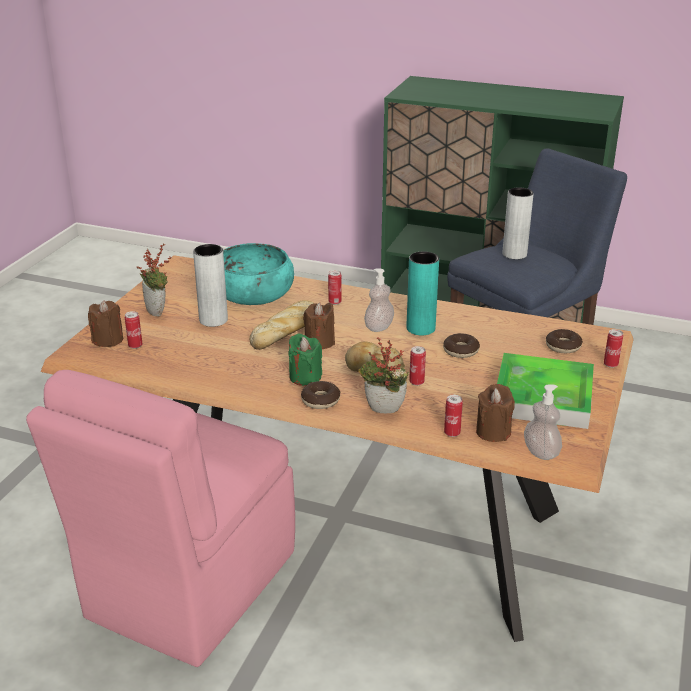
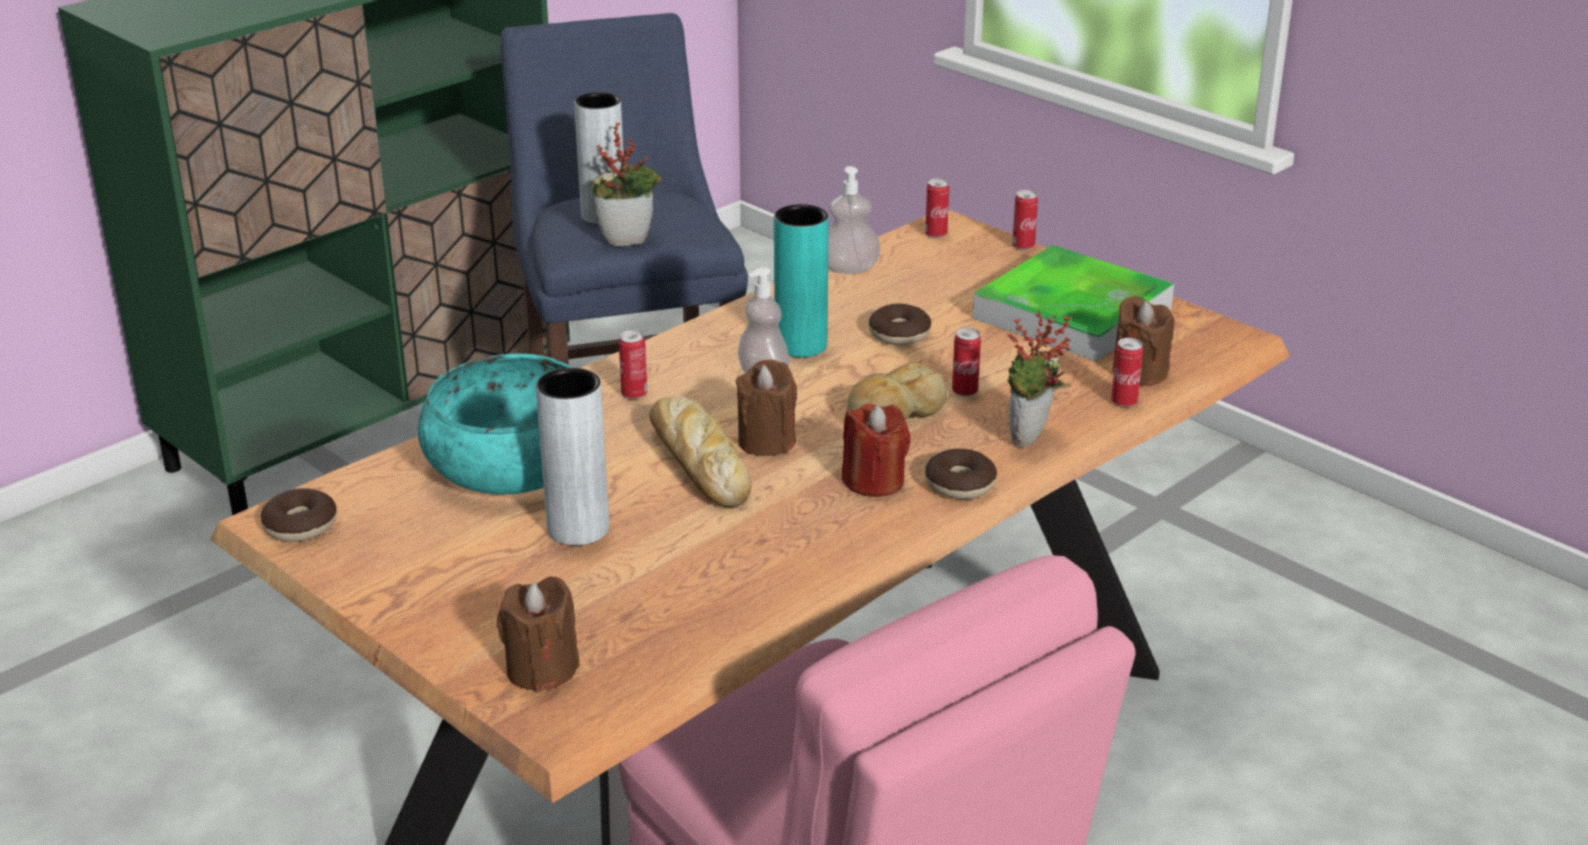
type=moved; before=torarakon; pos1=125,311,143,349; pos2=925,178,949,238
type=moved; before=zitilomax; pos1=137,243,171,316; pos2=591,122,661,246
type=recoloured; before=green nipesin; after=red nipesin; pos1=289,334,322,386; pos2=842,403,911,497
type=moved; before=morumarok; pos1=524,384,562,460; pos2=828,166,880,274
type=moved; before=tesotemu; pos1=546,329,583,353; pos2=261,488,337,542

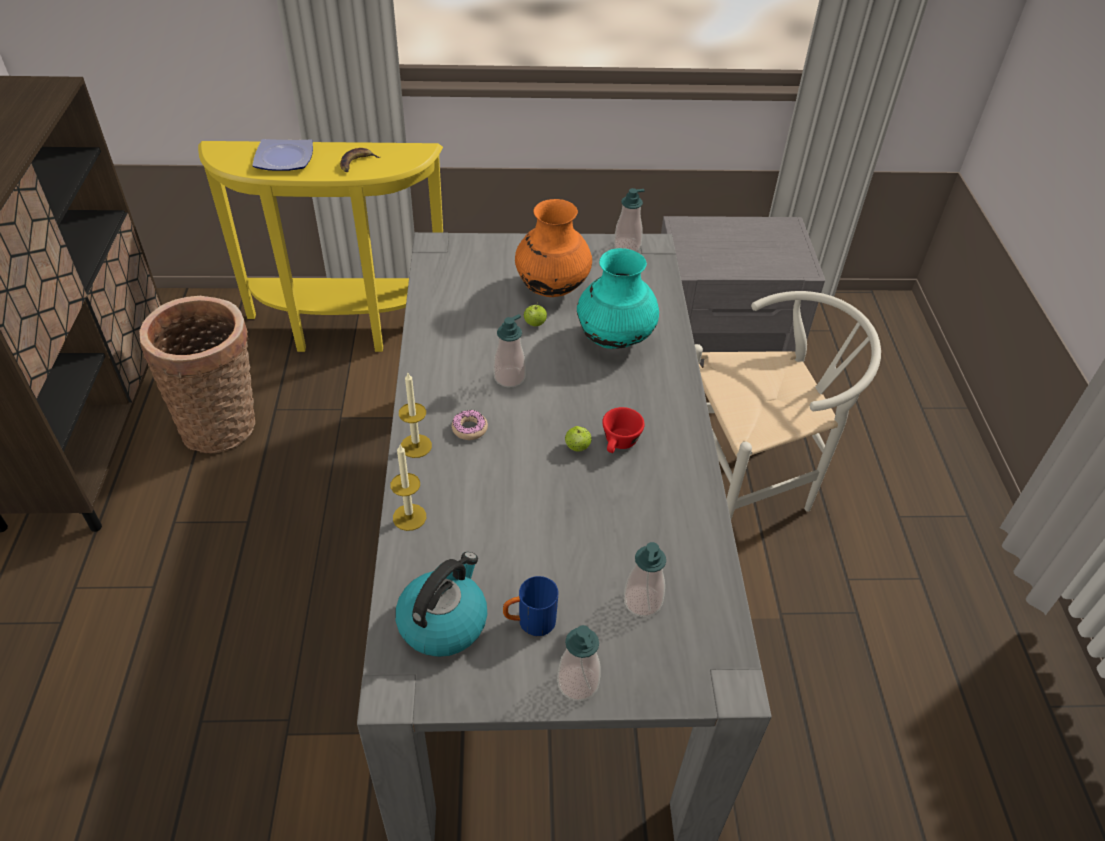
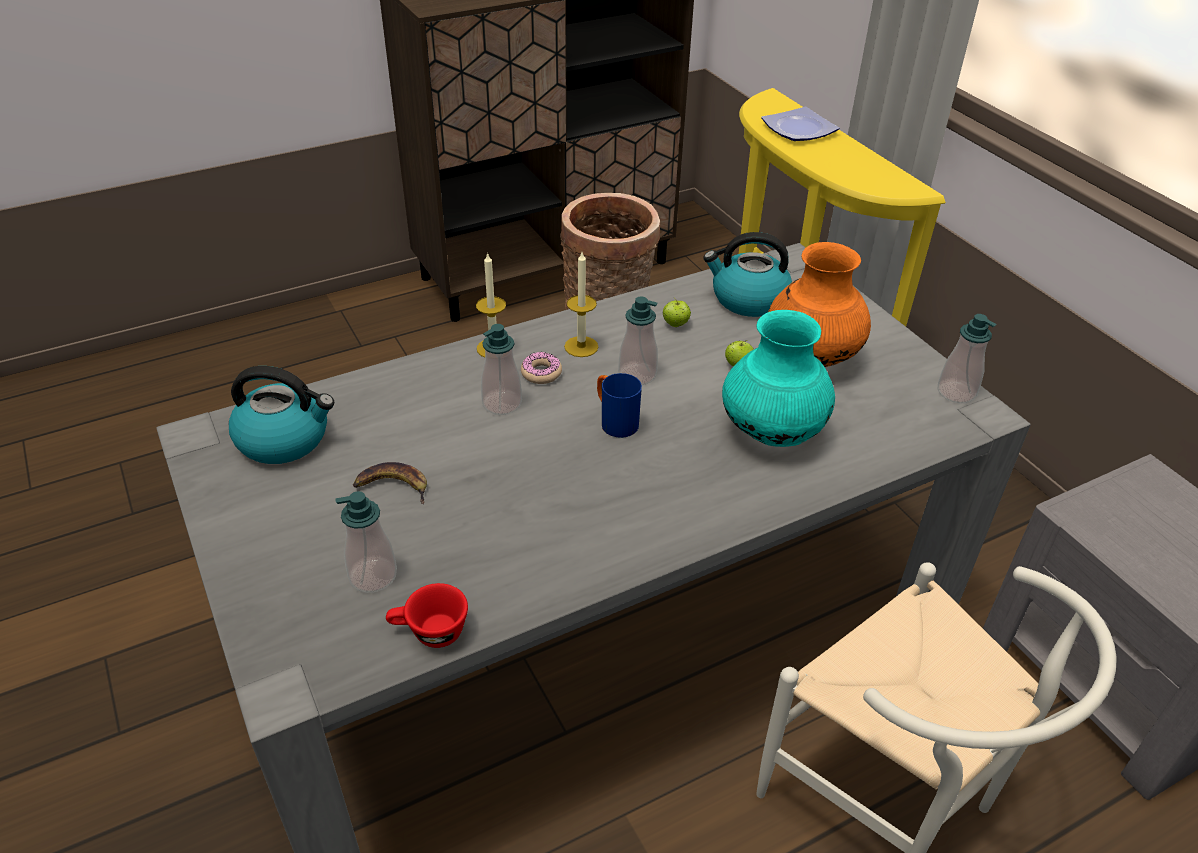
type=moved; before=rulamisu; pos1=340,148,380,172; pos2=353,462,427,504
type=moved; before=nipesin; pos1=391,445,426,531; pos2=564,252,598,357
type=moved; before=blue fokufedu; pos1=503,576,558,636; pos2=597,373,642,438
type=moved; before=morumarok; pos1=557,625,601,701; pos2=481,324,522,415
type=moved; before=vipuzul; pos1=565,426,591,452; pos2=663,297,691,327
type=moved; before=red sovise; pos1=602,407,645,453; pos2=386,583,468,648
type=added; after=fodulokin; pos2=703,232,792,317

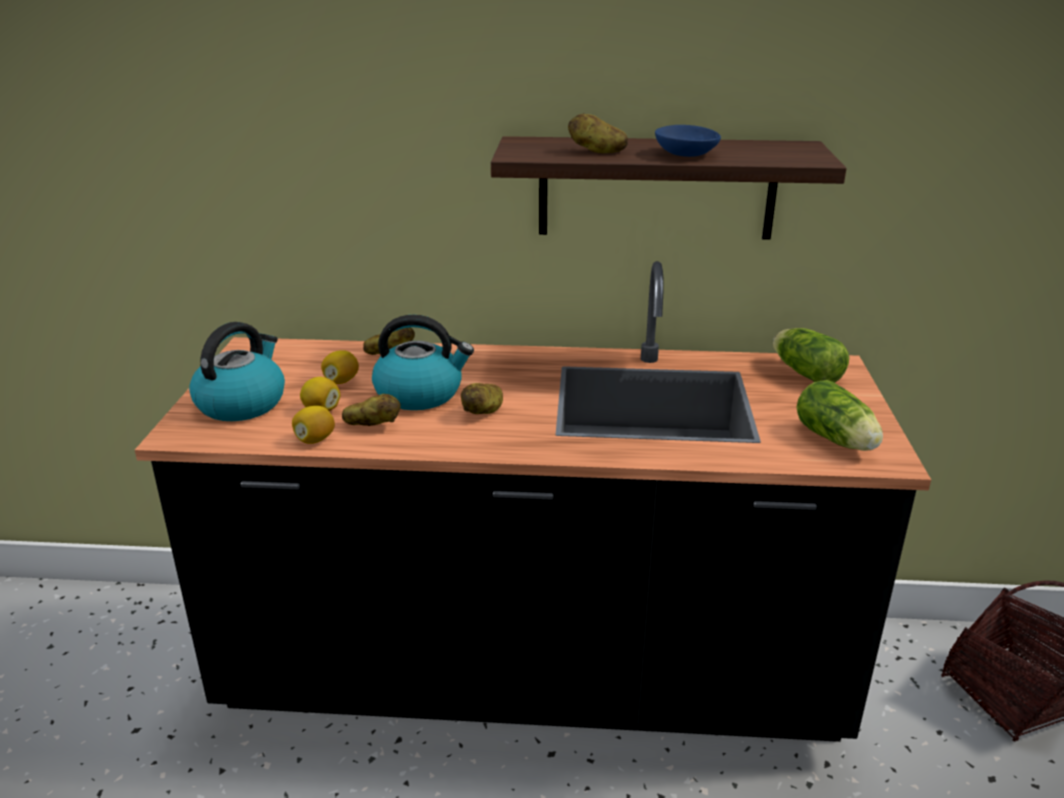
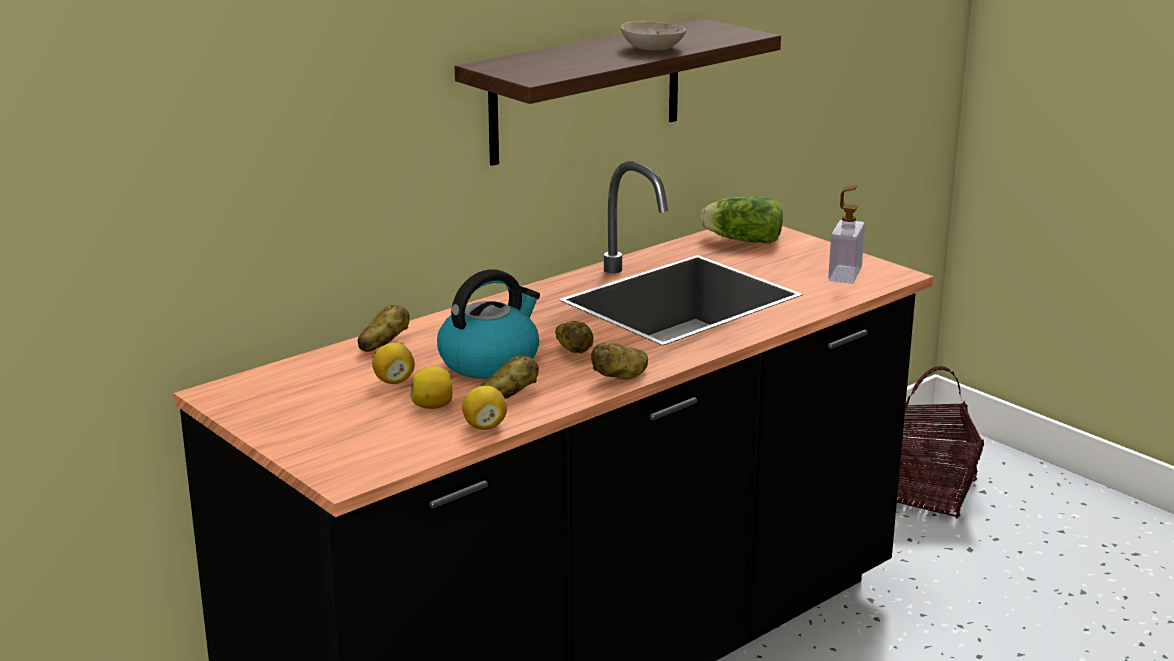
type=removed; before=fodulokin; pos1=189,322,285,421
type=moved; before=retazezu; pos1=568,114,628,153; pos2=591,342,648,380
type=recoloured; before=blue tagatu; after=beige tagatu; pos1=655,125,721,157; pos2=621,21,686,51
type=replaced; before=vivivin; after=morumarok; pos1=797,380,883,451; pos2=828,185,865,284

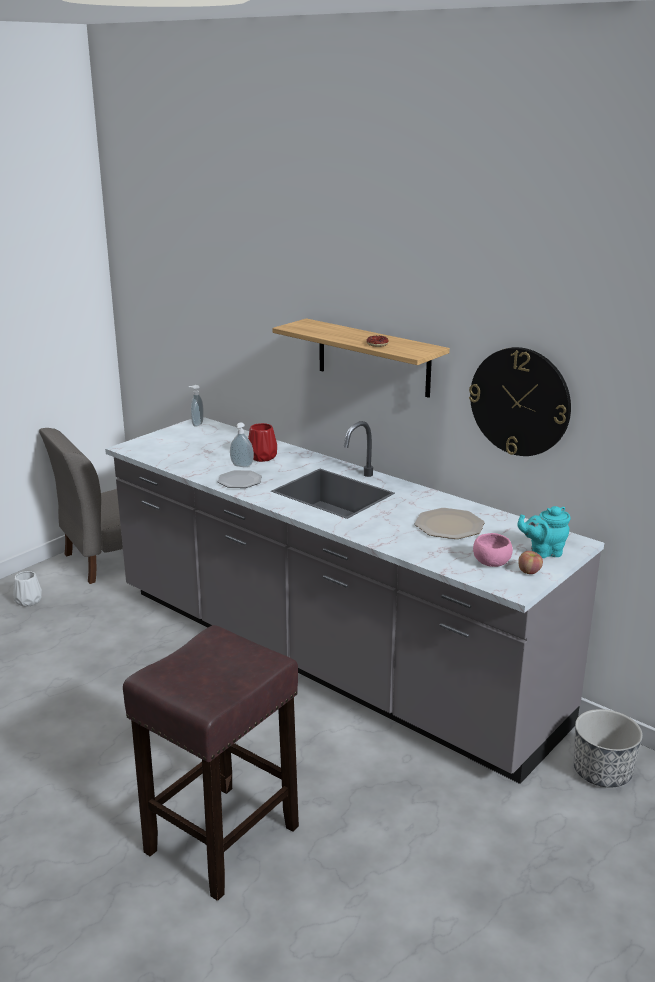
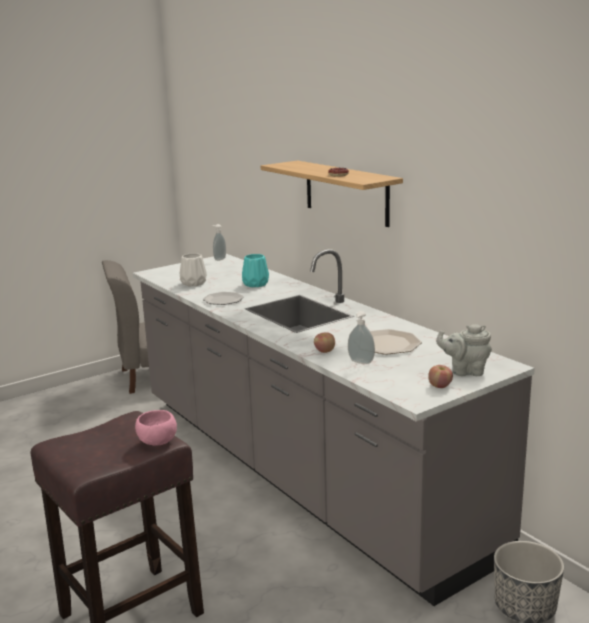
type=moved; before=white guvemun; pos1=13,571,42,607; pos2=180,253,207,286
type=moved; before=morumarok; pos1=230,422,254,467; pos2=348,311,375,364
type=recoloured; before=red guvemun; after=turquoise guvemun; pos1=248,423,277,462; pos2=242,254,269,287
type=removed; before=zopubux; pos1=469,347,571,456
type=moved; before=pink tagatu; pos1=473,533,513,567; pos2=135,410,177,446
type=recoloured; before=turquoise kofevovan; after=grey kofevovan; pos1=517,506,571,558; pos2=436,324,492,376
type=added; after=vipuzul; pos2=314,332,335,353

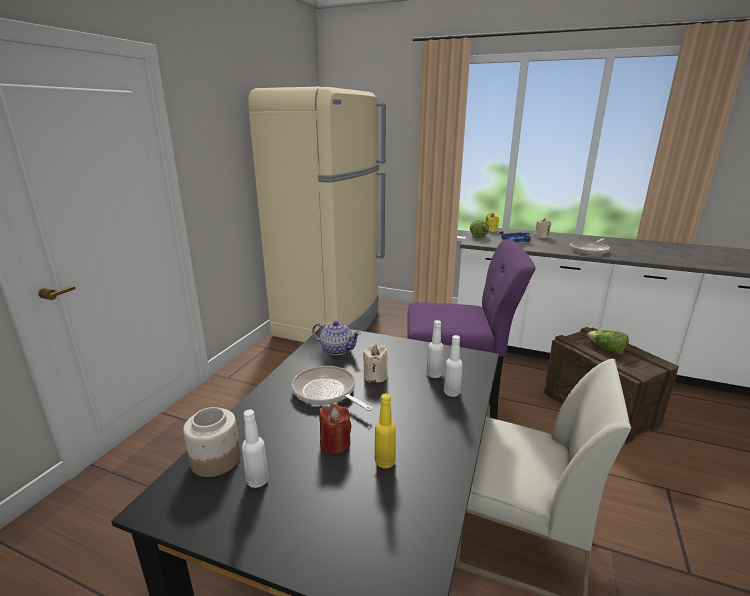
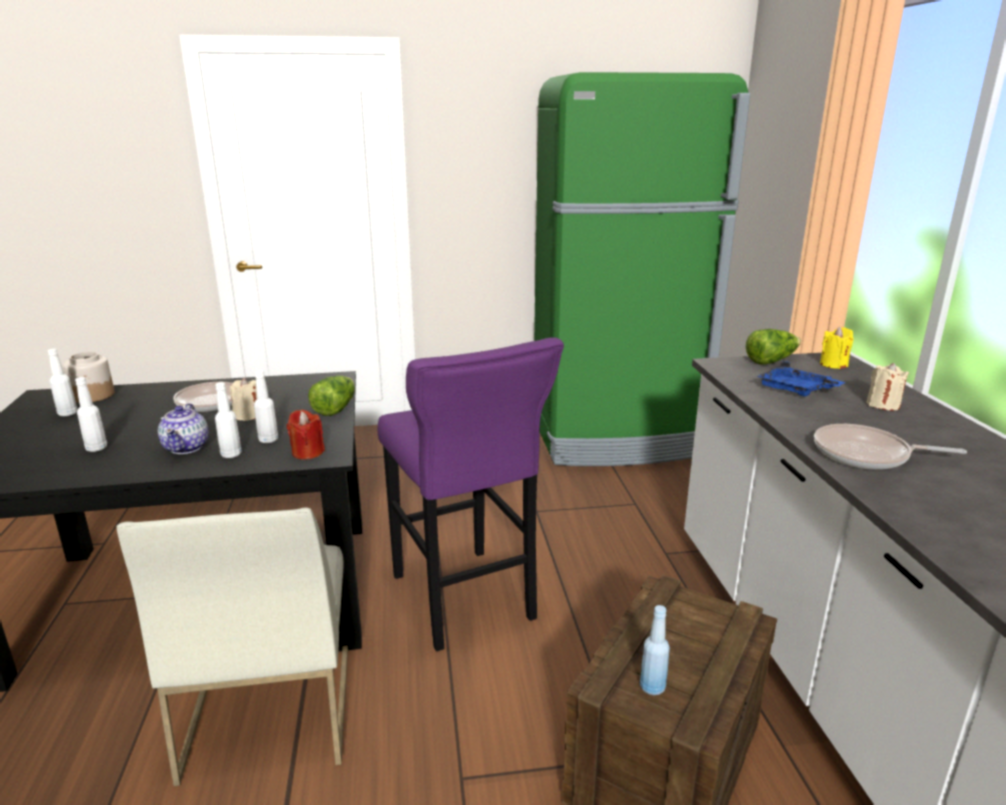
type=recoloured; before=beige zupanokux; after=green zupanokux; pos1=248,87,386,342; pos2=534,72,751,466
type=moved; before=kofevovan; pos1=312,321,361,355; pos2=158,403,209,454
type=moved; before=red nipesin; pos1=319,404,351,454; pos2=287,410,325,460
type=recoloured; before=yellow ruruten; after=white ruruten; pos1=375,393,396,468; pos2=75,377,107,452
type=moved; before=vivivin; pos1=587,330,629,354; pos2=308,376,355,416
type=added; after=blue ruruten; pos2=640,605,670,695

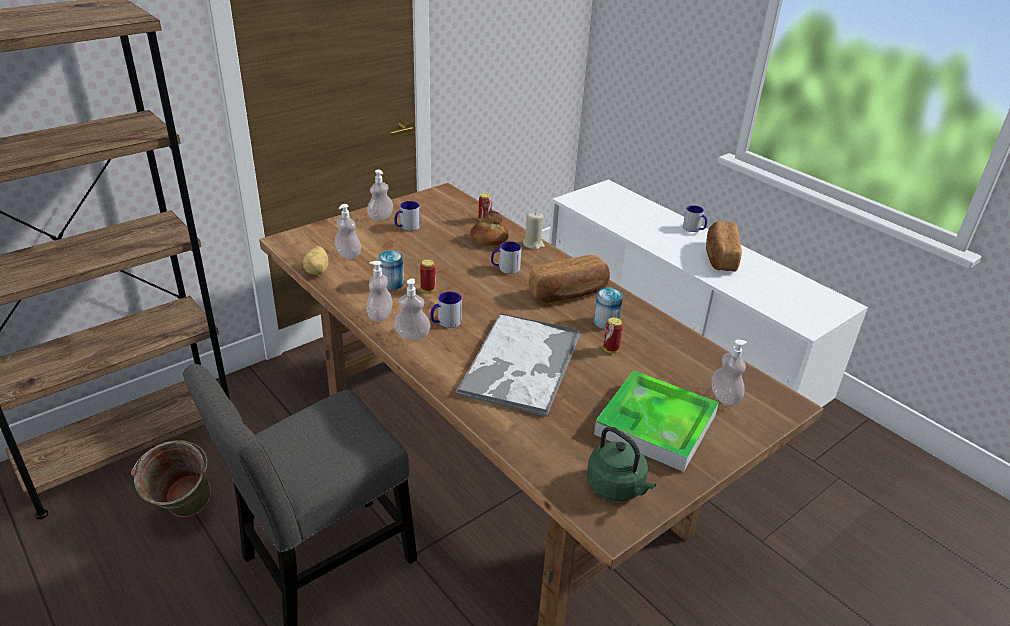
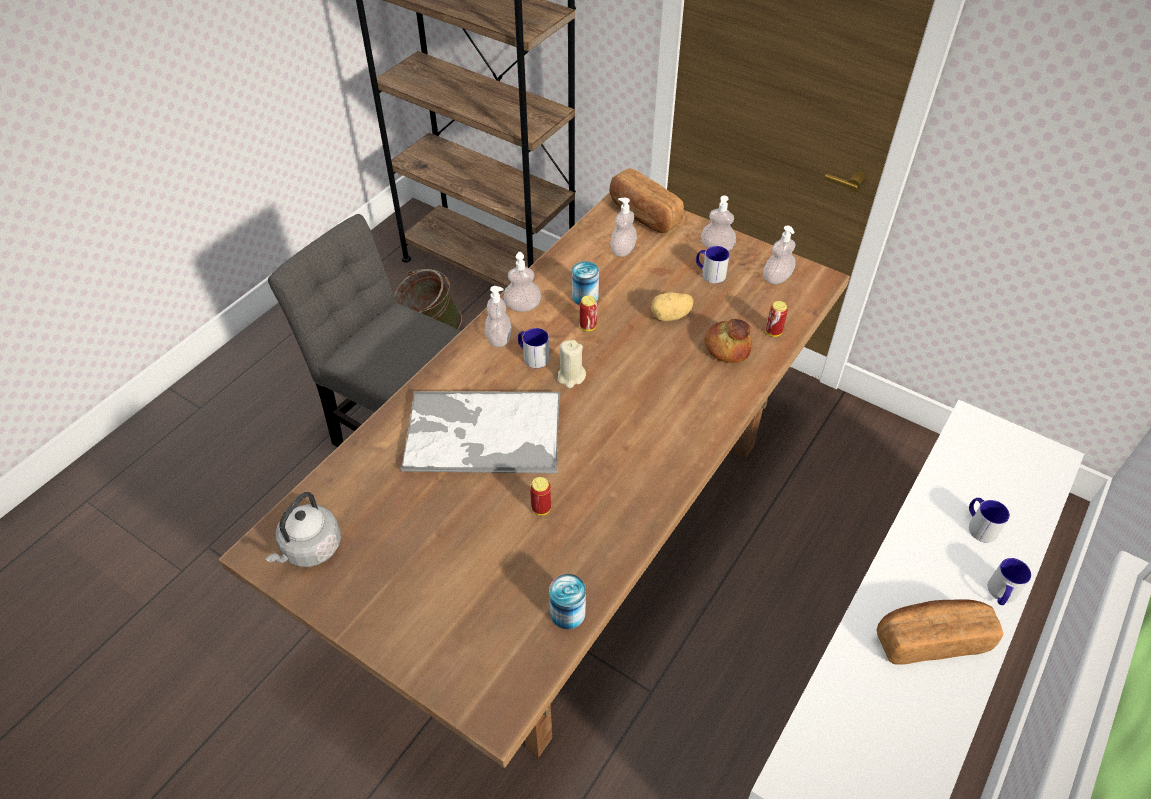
type=moved; before=retazezu; pos1=303,246,329,275; pos2=651,292,694,321
type=moved; before=fokufedu; pos1=491,241,521,274; pos2=969,498,1010,543
type=moved; before=beige nipesin; pos1=523,212,545,250; pos2=558,340,586,388
type=moved; before=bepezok; pos1=529,255,610,303; pos2=609,168,684,233
type=recoloured; before=green fodulokin; after=grey fodulokin; pos1=587,426,656,501; pos2=265,492,341,567
type=moved; before=torarakon; pos1=594,287,623,329; pos2=549,574,586,629
type=removed; before=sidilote; pos1=594,370,719,472
type=moved; before=morumarok; pos1=712,340,747,405; pos2=763,225,795,284

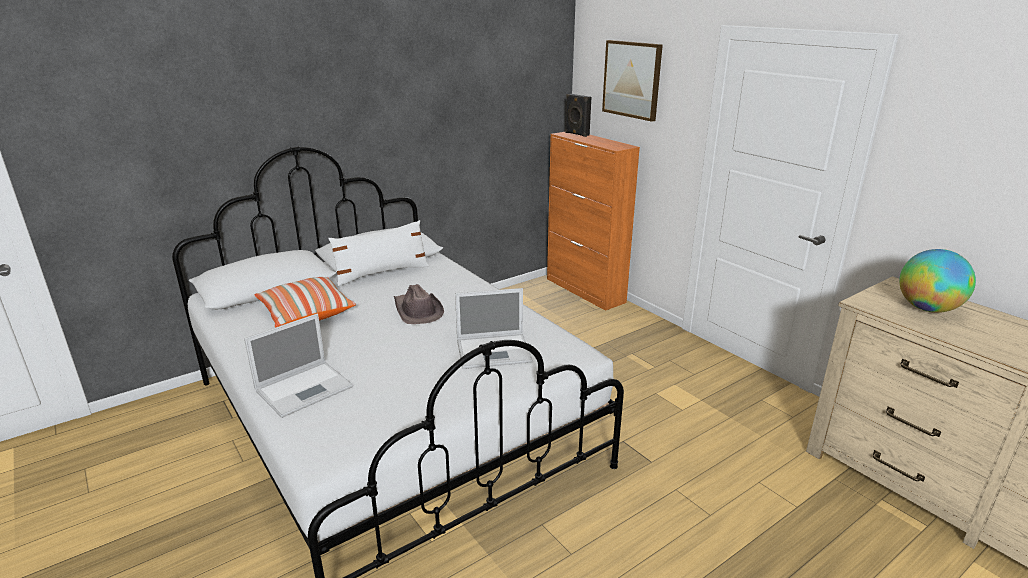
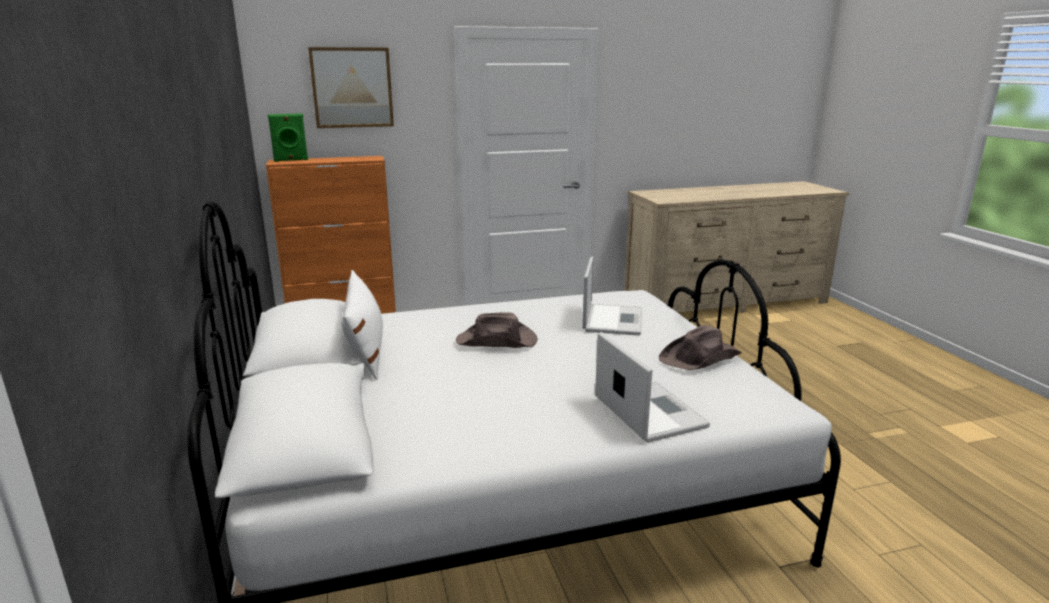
type=removed; before=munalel; pos1=254,277,356,327
type=recoloured; before=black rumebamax; after=green rumebamax; pos1=565,94,591,137; pos2=268,113,308,162
type=removed; before=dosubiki; pos1=899,249,976,313
type=added; after=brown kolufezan; pos2=659,325,742,370

